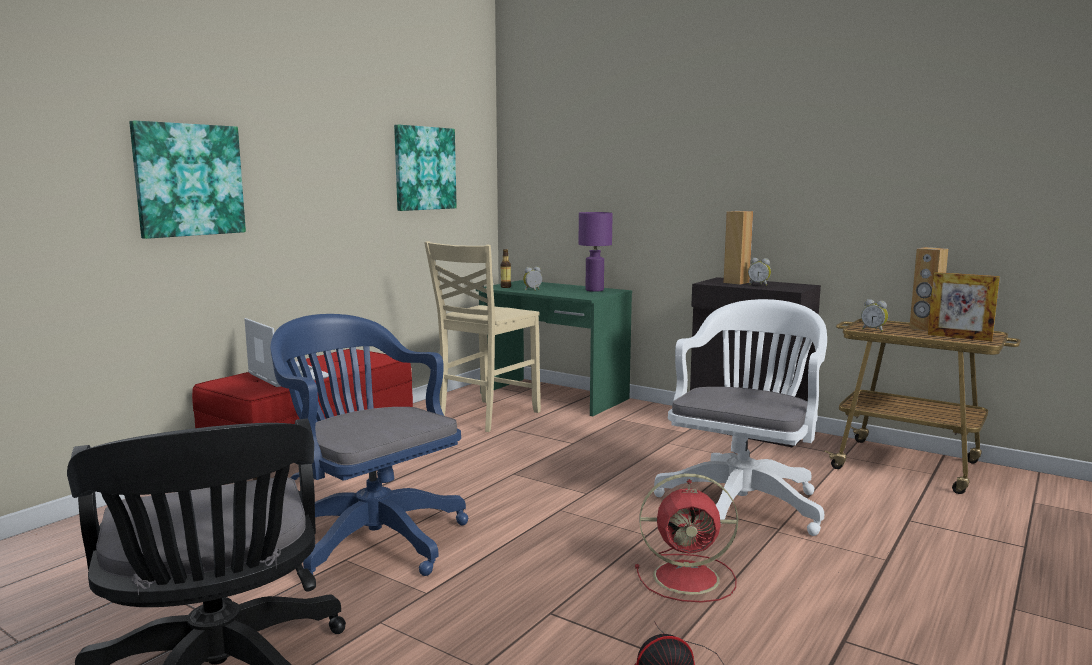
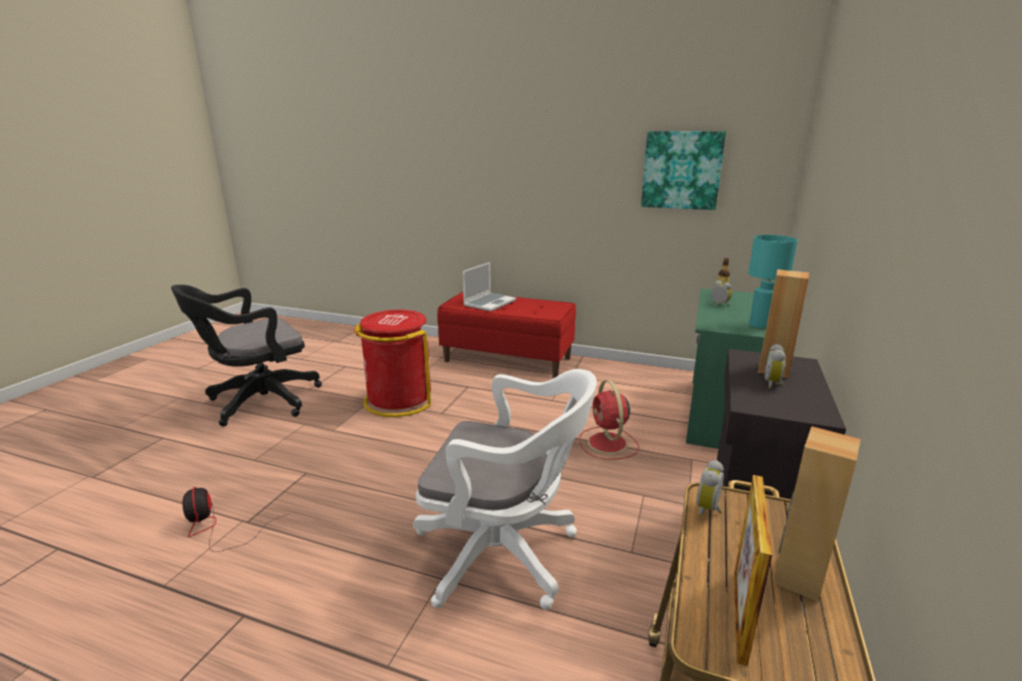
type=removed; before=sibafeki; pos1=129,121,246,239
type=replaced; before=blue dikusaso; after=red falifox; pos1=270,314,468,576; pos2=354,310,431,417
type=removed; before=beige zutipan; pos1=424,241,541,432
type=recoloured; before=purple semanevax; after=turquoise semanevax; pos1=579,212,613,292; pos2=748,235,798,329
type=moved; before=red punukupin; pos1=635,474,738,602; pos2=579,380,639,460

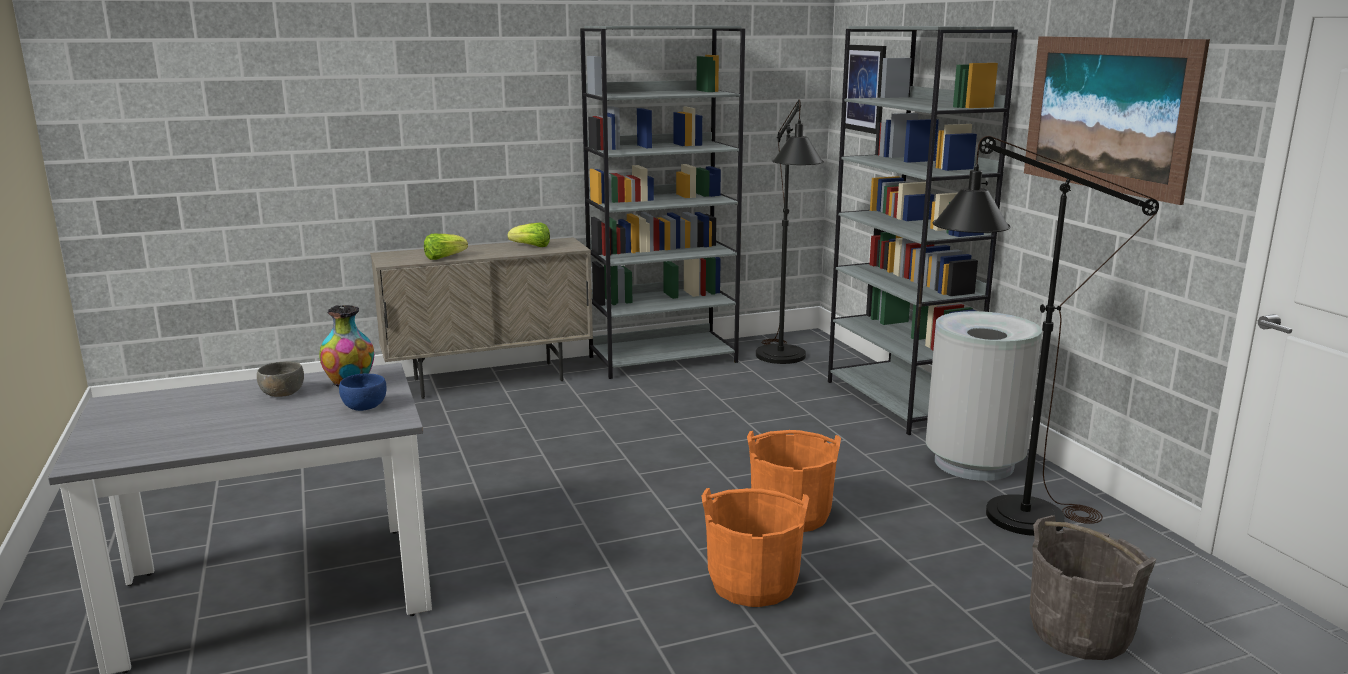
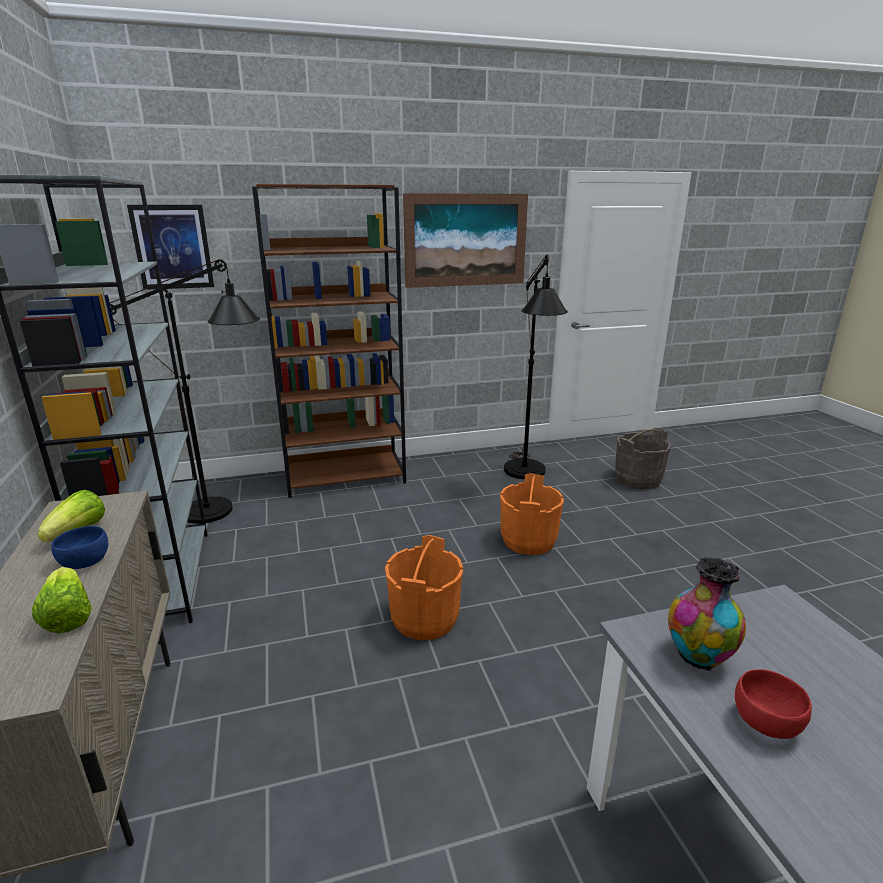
type=recoloured; before=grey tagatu; after=red tagatu; pos1=257,361,304,397; pos2=735,669,812,739
type=moved; before=blue tagatu; pos1=339,374,386,411; pos2=51,526,108,569
type=moved; before=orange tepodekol; pos1=701,488,809,607; pos2=385,535,463,640
type=recoloured; before=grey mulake; after=brown mulake; pos1=828,26,1018,435; pos2=252,184,406,498
type=removed; before=grey falifox; pos1=926,311,1042,481

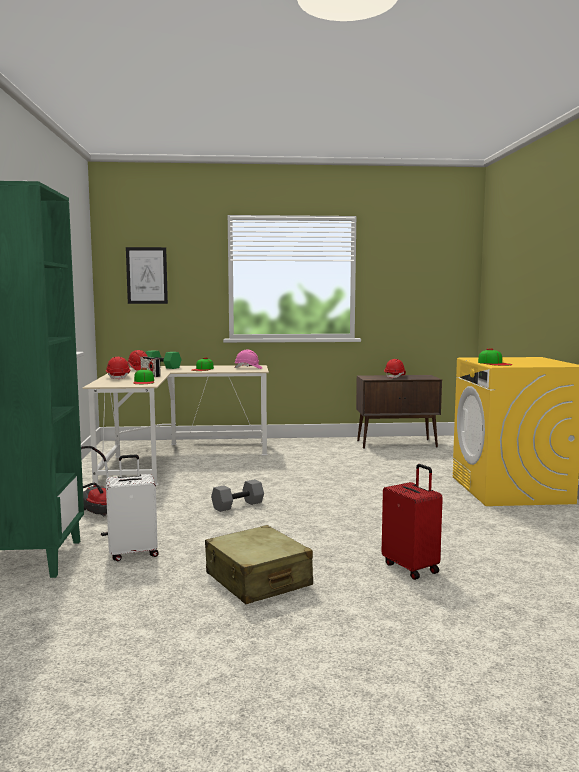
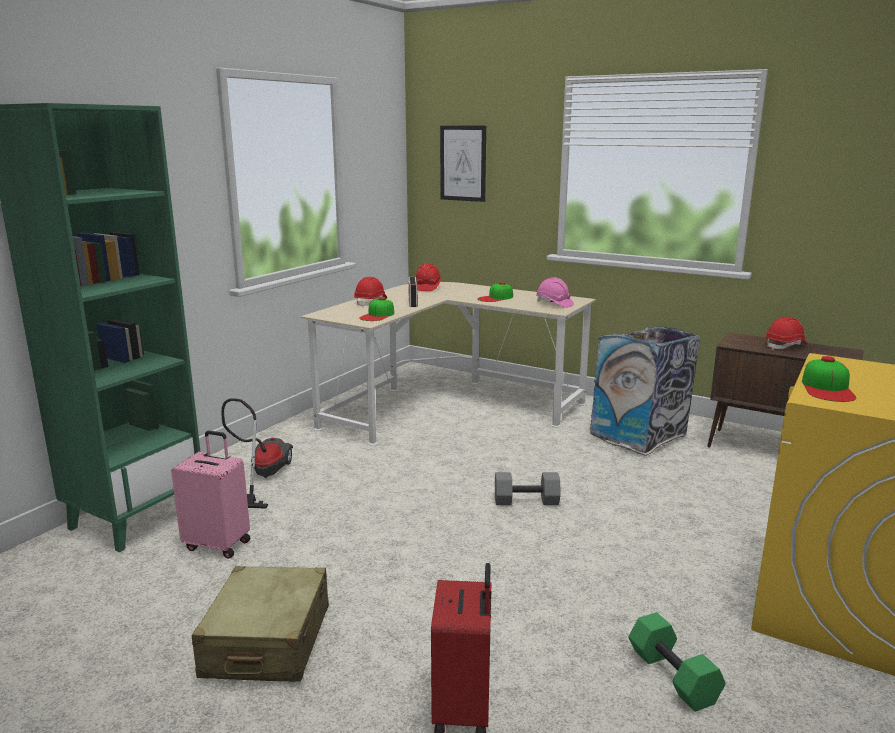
type=recoloured; before=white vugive; after=pink vugive; pos1=106,454,159,561; pos2=171,431,250,559
type=moved; before=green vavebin; pos1=146,350,182,369; pos2=629,612,726,712
type=moved; before=grey vavebin; pos1=211,479,264,512; pos2=495,472,561,505
type=added; after=falifox; pos2=590,326,700,456

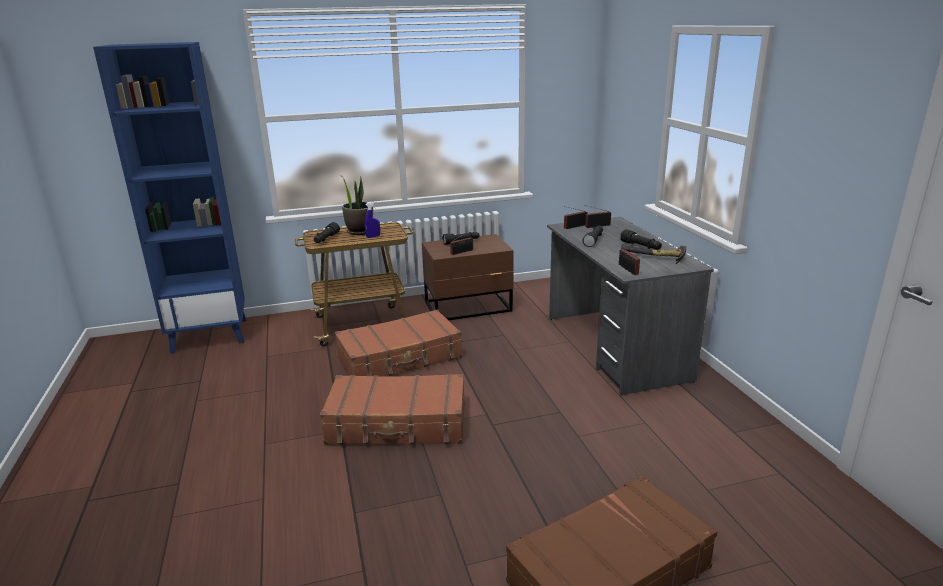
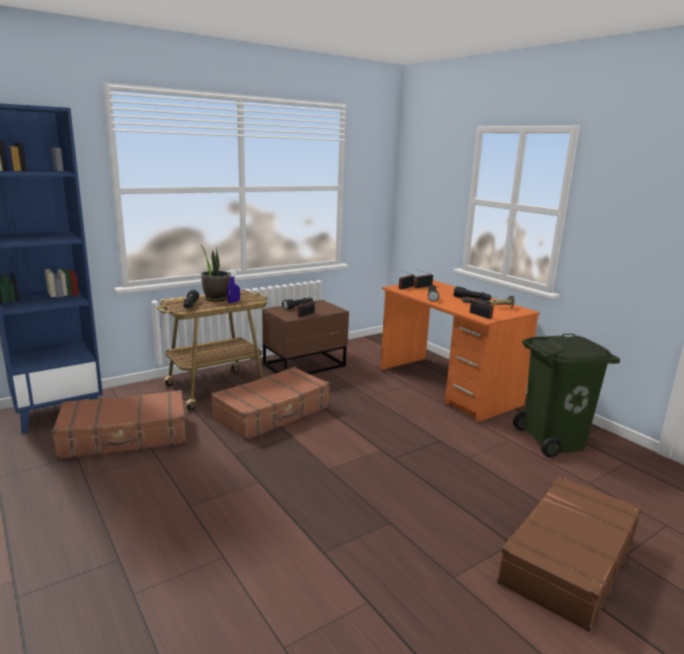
type=moved; before=brown vugive; pos1=320,374,465,445; pos2=52,390,186,459
type=recoloured; before=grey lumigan; after=orange lumigan; pos1=547,217,714,396; pos2=380,280,540,422
type=added; after=green falifox; pos2=513,334,620,457

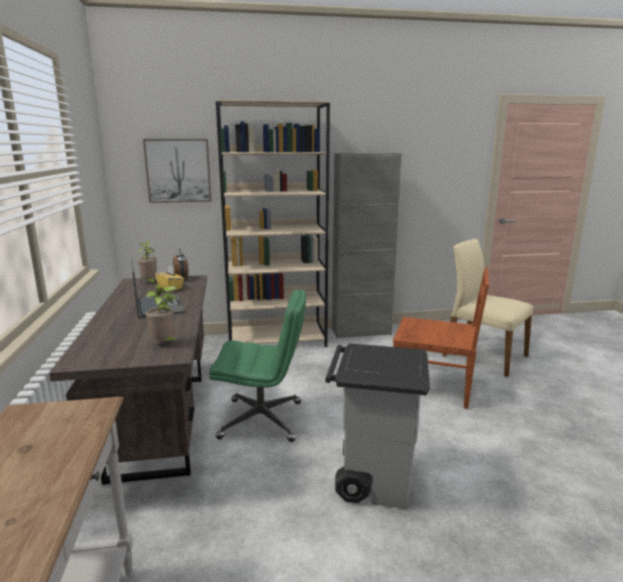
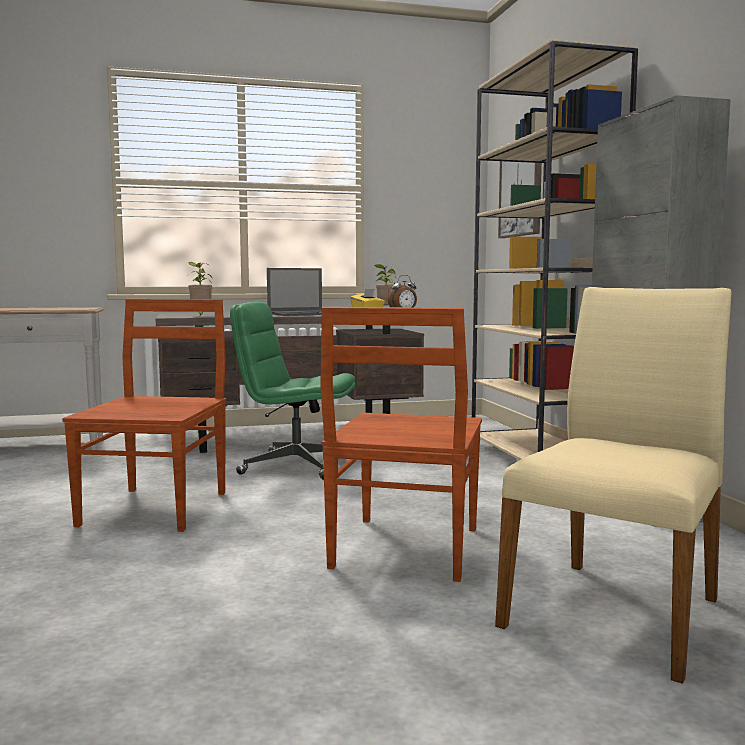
type=turned; before=green dikusaso; pos1=209,289,306,442; pos2=230,302,355,480; turn=105
type=replaced; before=grey falifox; after=brown zutipan; pos1=326,343,430,509; pos2=62,299,226,532

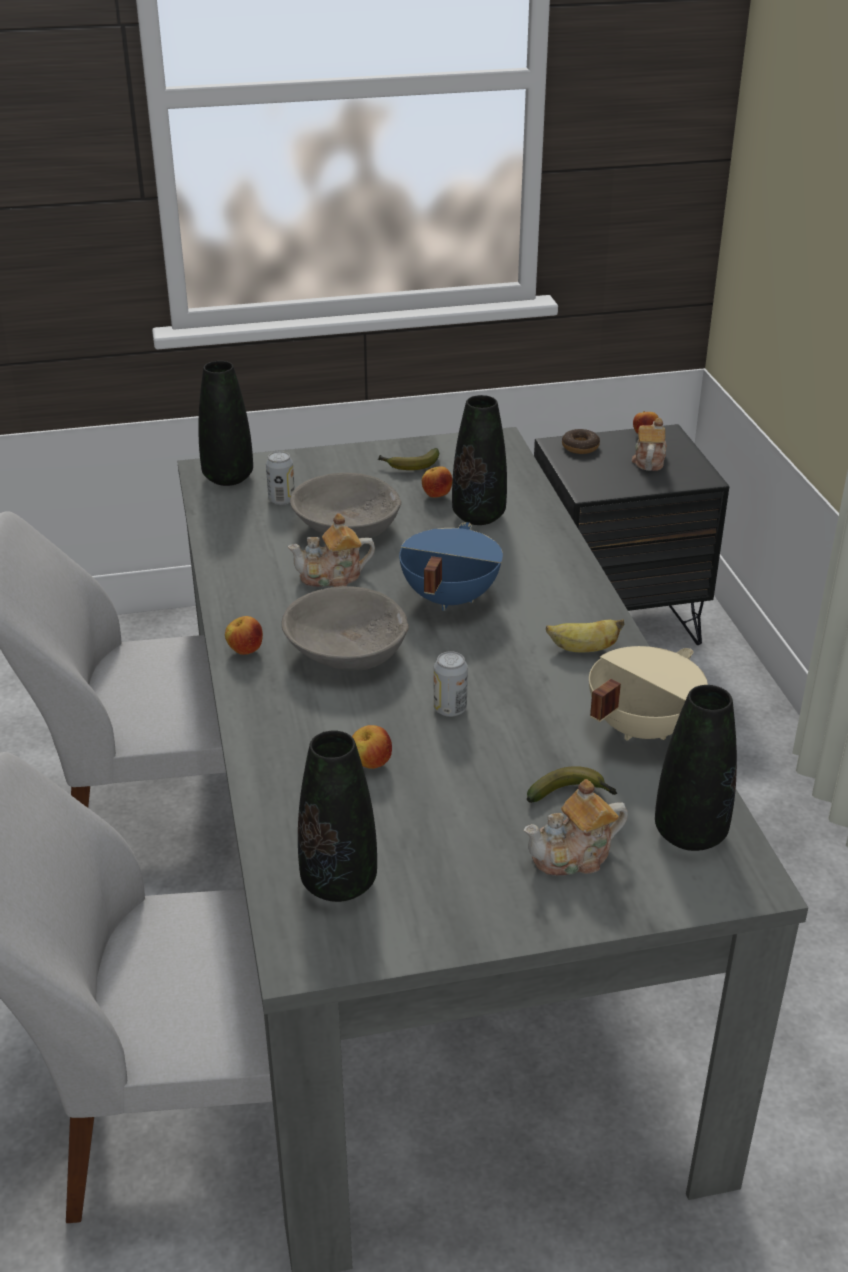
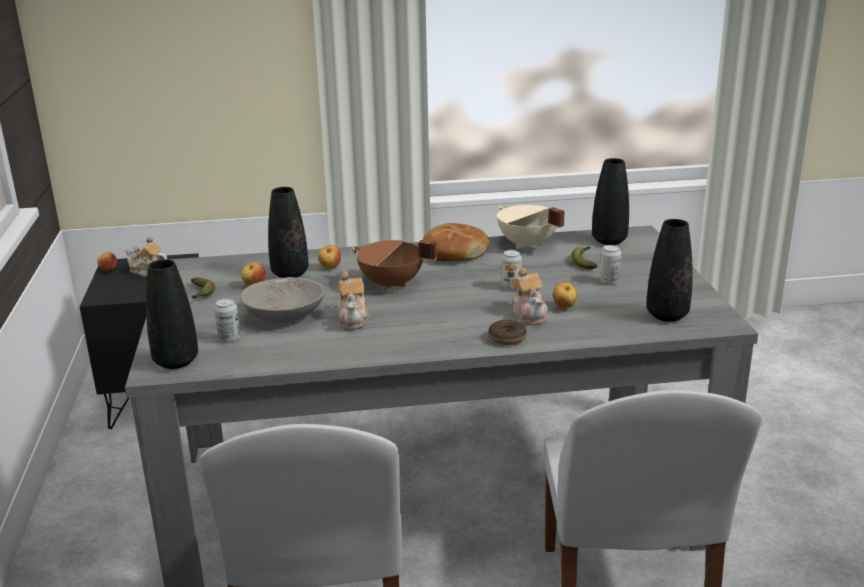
type=moved; before=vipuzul; pos1=225,616,263,655; pos2=318,245,341,269
type=removed; before=grey tagatu; pos1=281,586,409,671
type=recoloured; before=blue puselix; after=brown puselix; pos1=399,522,503,611; pos2=351,240,437,291
type=moved; before=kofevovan; pos1=524,779,628,876; pos2=512,268,548,325
type=replaced; before=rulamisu; after=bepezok; pos1=546,619,624,652; pos2=423,223,490,261
type=moved; before=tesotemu; pos1=562,429,600,454; pos2=488,320,527,345
type=added; after=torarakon; pos2=599,245,621,285

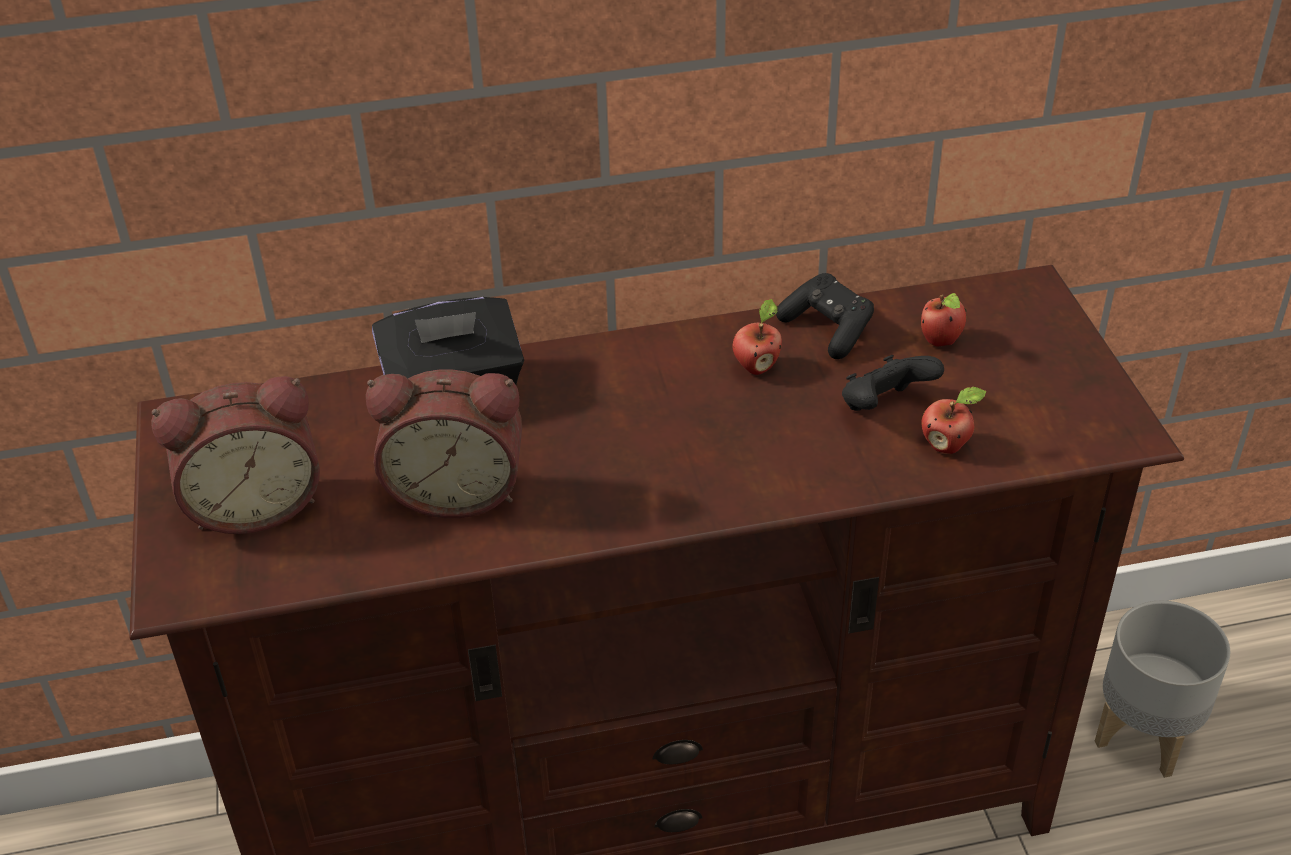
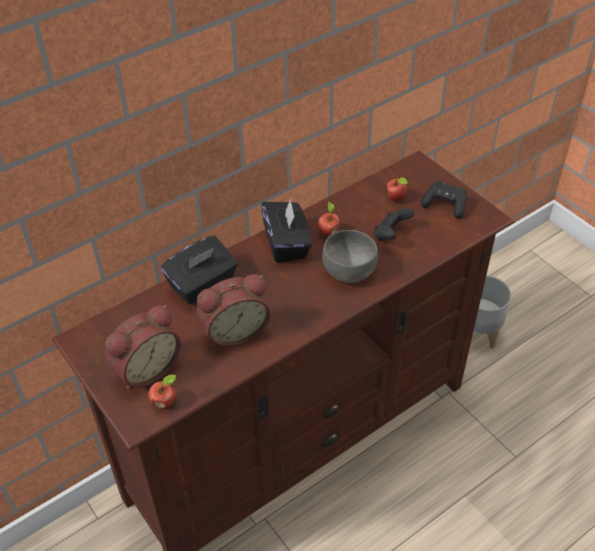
type=moved; before=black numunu; pos1=776,273,874,359; pos2=421,181,467,219
type=moved; before=vipuzul; pos1=922,387,987,454; pos2=148,375,176,408
type=added; after=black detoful; pos2=261,199,312,263
type=added; after=grey tagatu; pos2=322,230,378,283

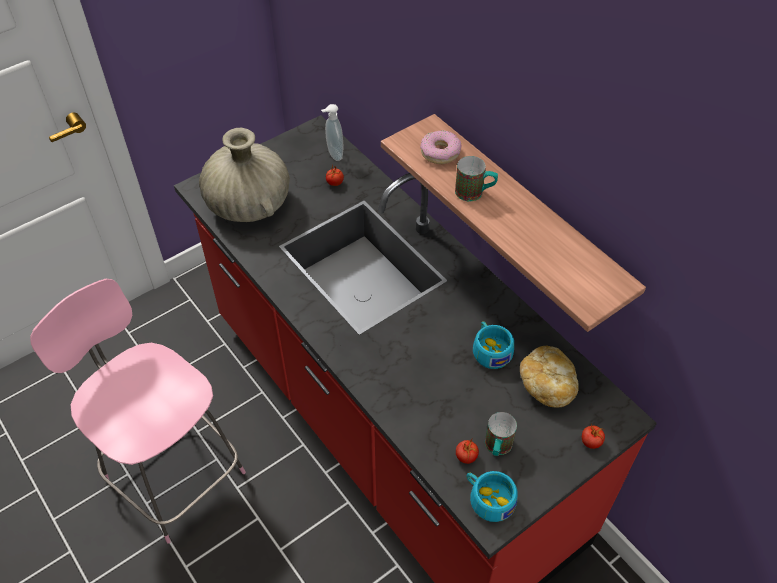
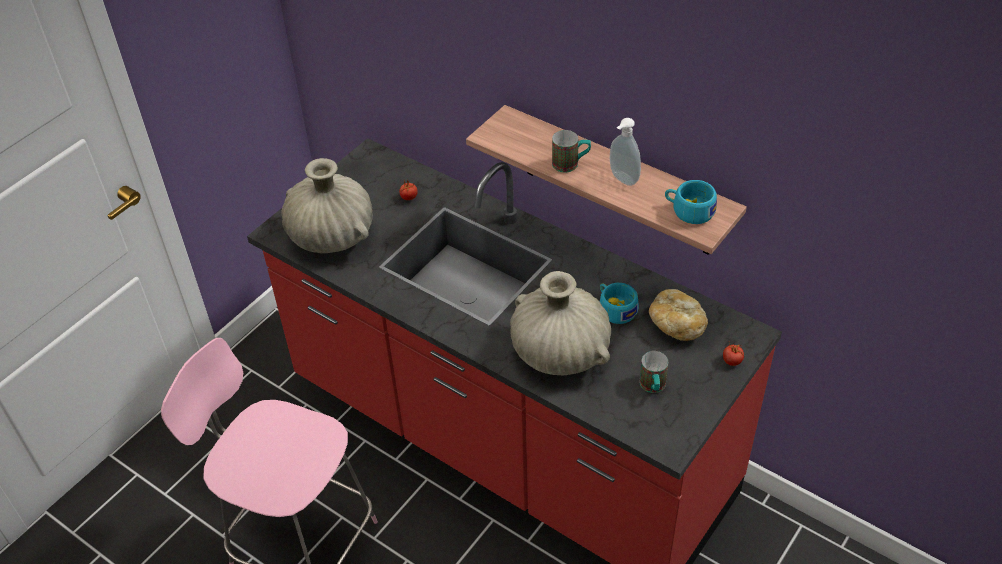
type=moved; before=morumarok; pos1=321,104,343,161; pos2=610,118,641,186
type=removed; before=tesotemu; pos1=420,130,461,164
type=removed; before=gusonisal; pos1=456,439,479,464
type=moved; before=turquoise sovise; pos1=466,471,517,522; pos2=665,180,717,224
type=added; after=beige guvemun; pos2=510,271,611,375

